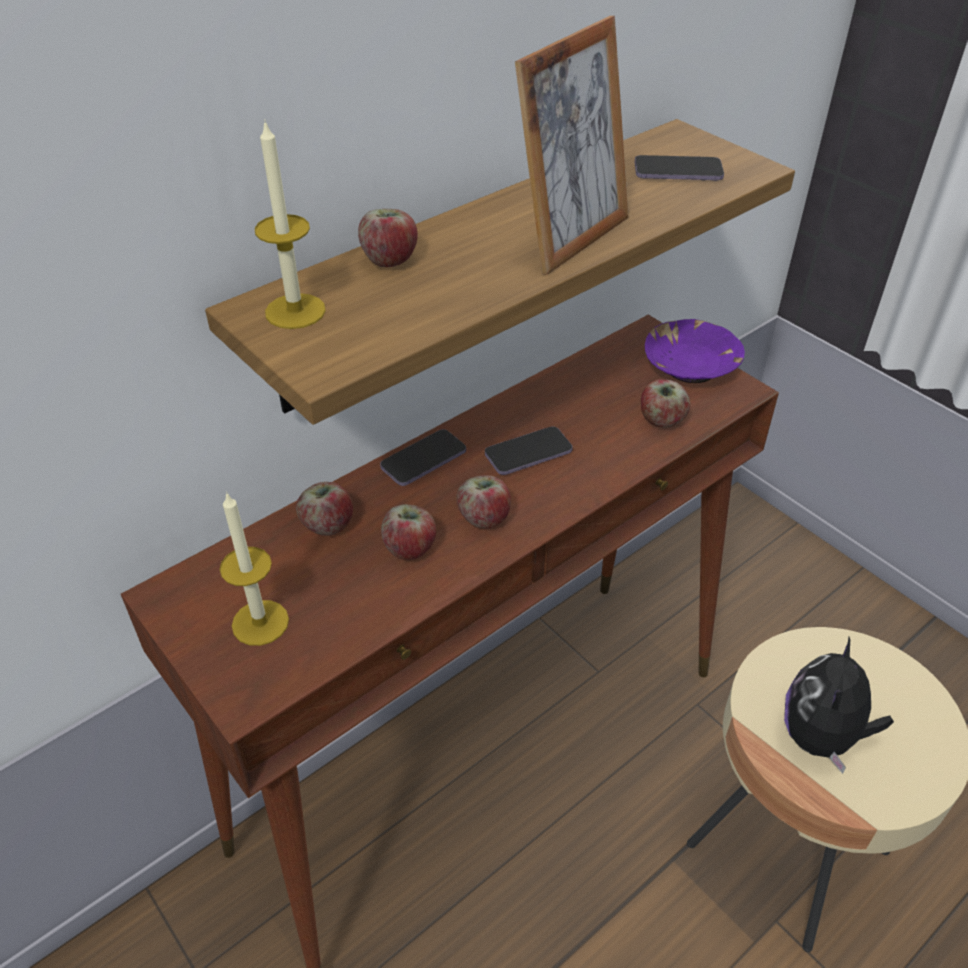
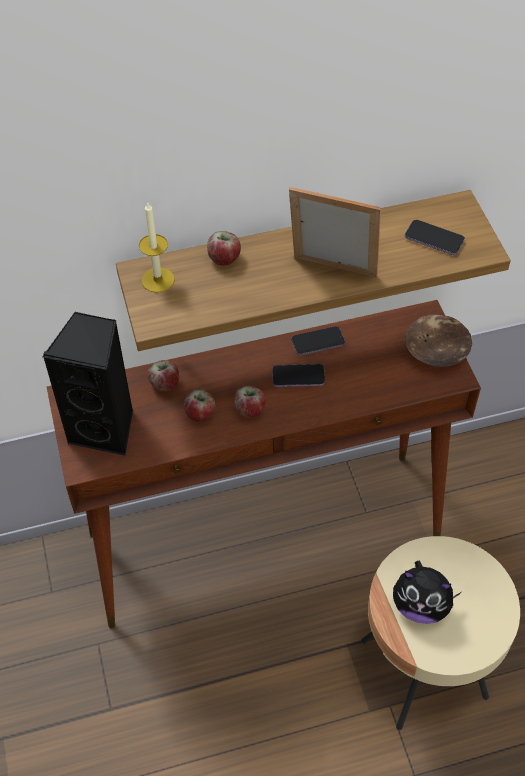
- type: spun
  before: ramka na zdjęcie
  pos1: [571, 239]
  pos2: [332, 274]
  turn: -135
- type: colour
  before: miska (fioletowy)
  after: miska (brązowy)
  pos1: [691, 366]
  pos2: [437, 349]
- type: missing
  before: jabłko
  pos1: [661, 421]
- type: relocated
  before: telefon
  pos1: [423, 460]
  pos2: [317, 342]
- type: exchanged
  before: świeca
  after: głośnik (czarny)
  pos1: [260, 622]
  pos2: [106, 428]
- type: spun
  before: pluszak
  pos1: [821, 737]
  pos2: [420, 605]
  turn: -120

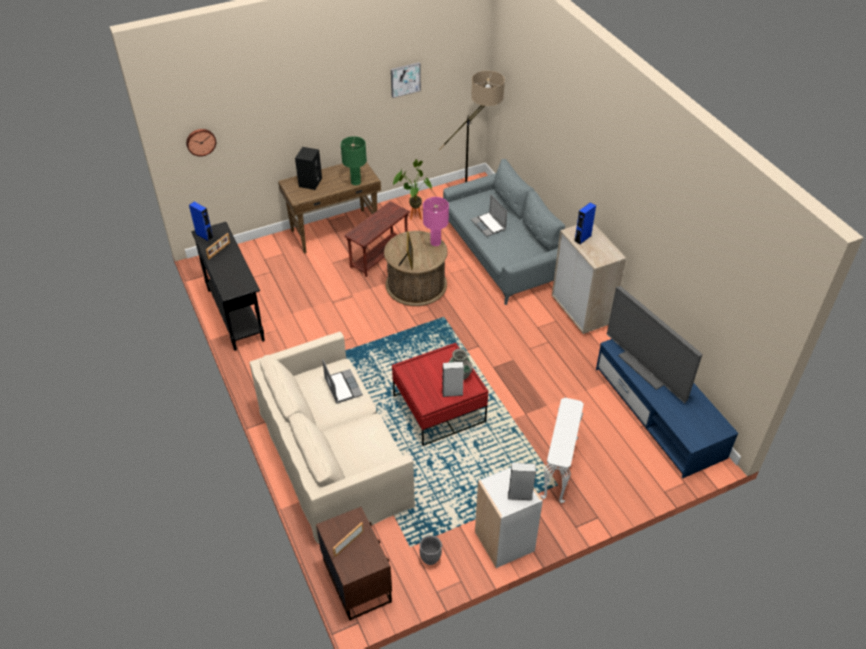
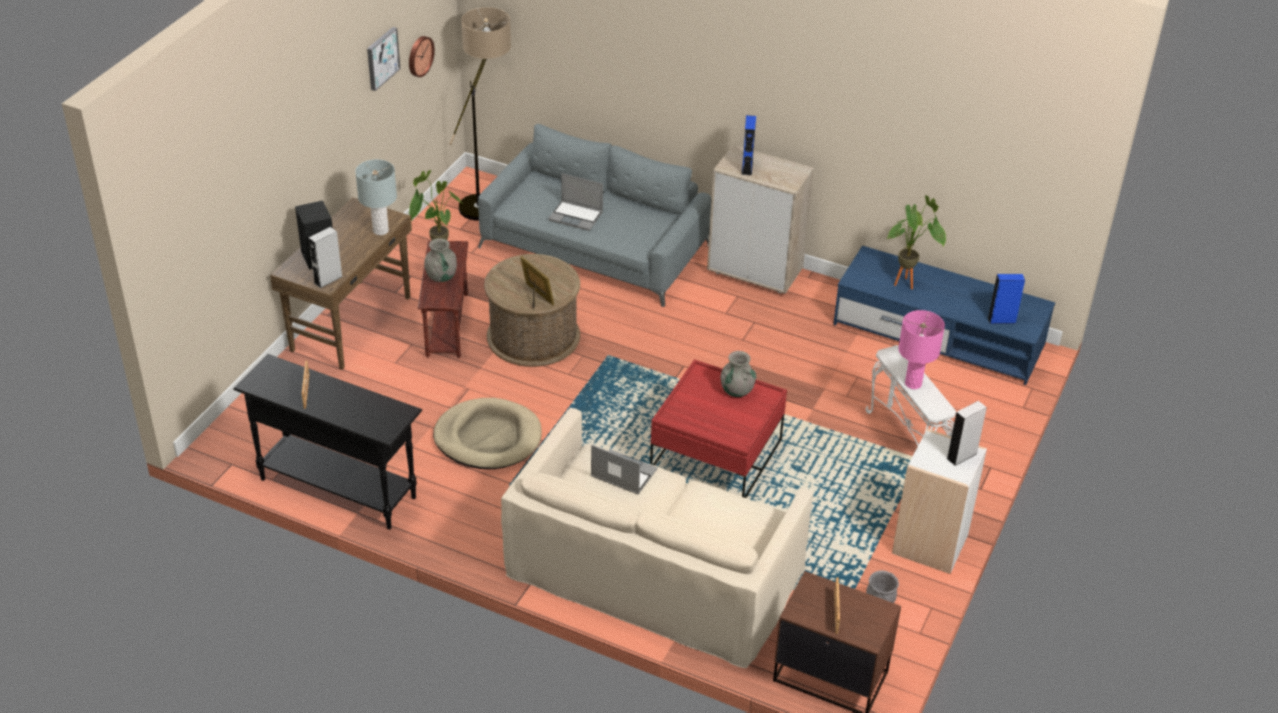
- type: relocated
  before: zegar ścienny
  pos1: [200, 141]
  pos2: [419, 56]
- type: colour
  before: lampa stołowa (zielony)
  after: lampa stołowa (szary)
  pos1: [356, 182]
  pos2: [380, 230]
- type: relocated
  before: lampa stołowa (różowy)
  pos1: [435, 243]
  pos2: [913, 383]
- type: relocated
  before: głośnik (niebieski)
  pos1: [204, 236]
  pos2: [1001, 320]
- type: exchanged
  before: telewizor
  after: roślina doniczkowa
  pos1: [647, 367]
  pos2: [909, 284]
- type: relocated
  before: głośnik (szary)
  pos1: [452, 393]
  pos2: [328, 280]
- type: appeared
  after: wazon (szary)
  pos2: [441, 276]
- type: appeared
  after: legowisko (beżowy)
  pos2: [488, 438]

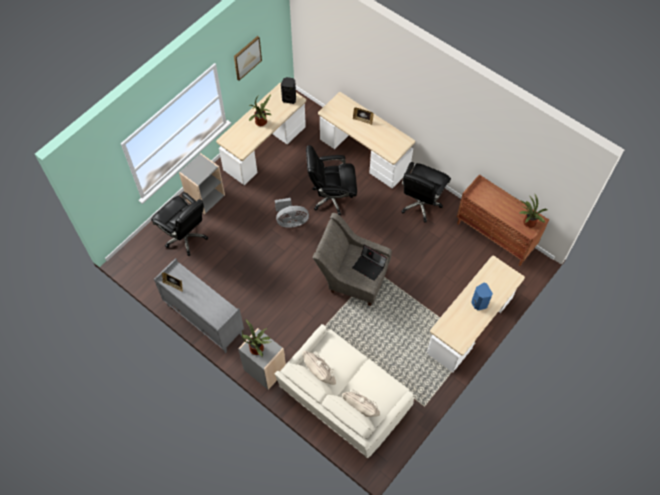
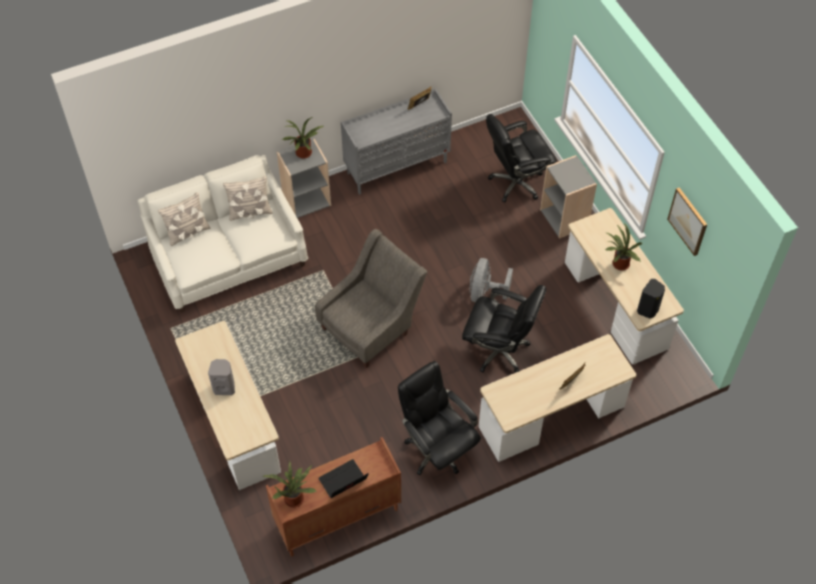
- type: spun
  before: krzesło biurowe (czarny)
  pos1: [332, 198]
  pos2: [498, 350]
  turn: 90
- type: relocated
  before: laptop
  pos1: [369, 266]
  pos2: [343, 482]
- type: colour
  before: głośnik (niebieski)
  after: głośnik (szary)
  pos1: [478, 303]
  pos2: [224, 387]

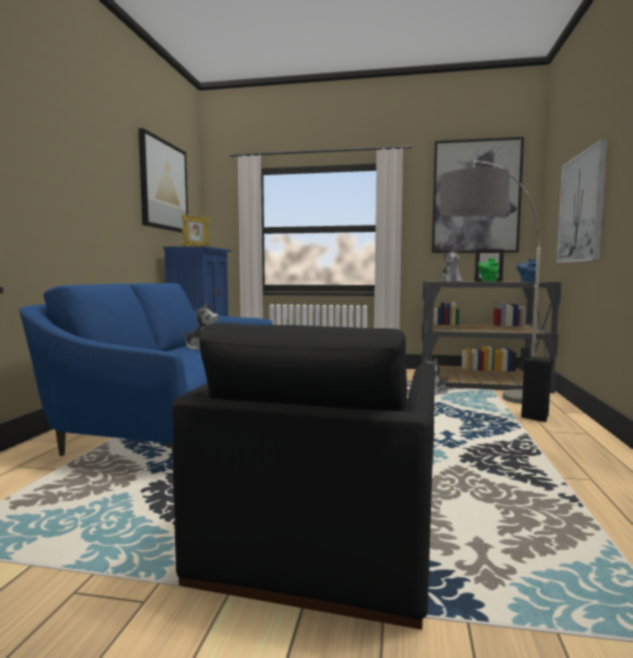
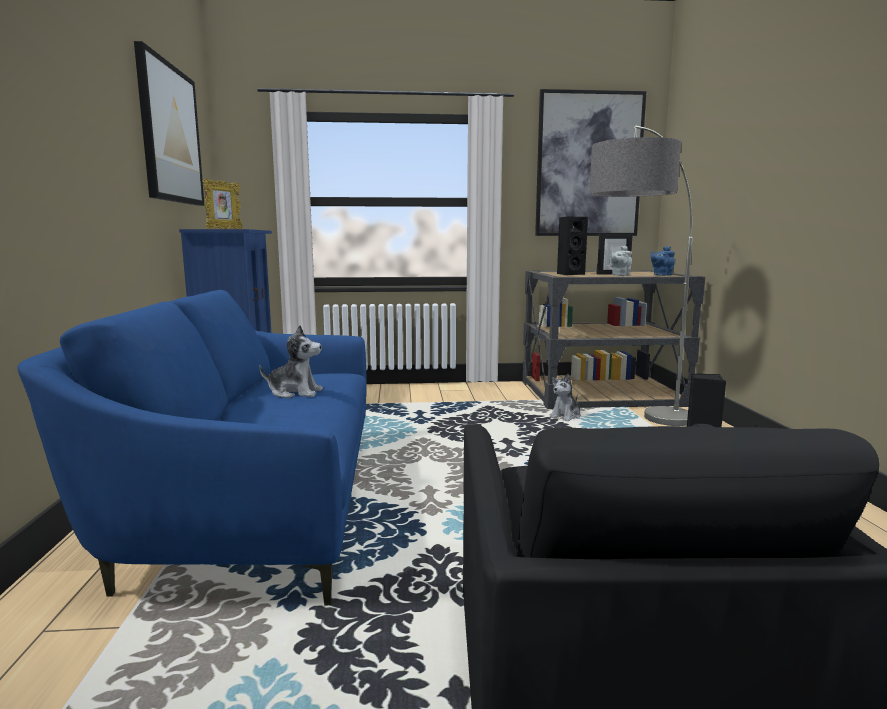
- type: missing
  before: obraz
  pos1: [581, 208]
- type: exchanged
  before: pluszak
  after: głośnik (czarny)
  pos1: [451, 281]
  pos2: [569, 274]
- type: colour
  before: imbryk (zielony)
  after: imbryk (szary)
  pos1: [488, 281]
  pos2: [619, 275]

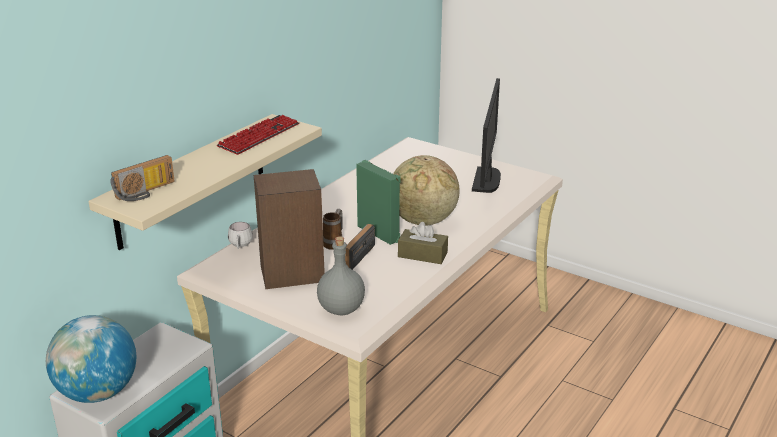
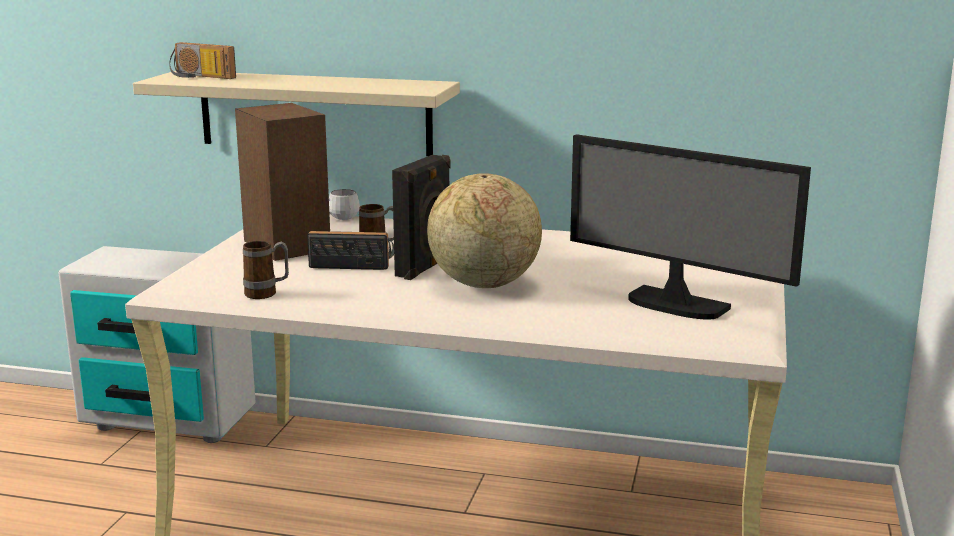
- type: spun
  before: monitor
  pos1: [487, 180]
  pos2: [675, 305]
  turn: 45
- type: missing
  before: klawiatura
  pos1: [259, 136]
- type: colour
  before: głośnik (zielony)
  after: głośnik (czarny)
  pos1: [379, 233]
  pos2: [425, 268]
- type: missing
  before: pudełko chusteczek (brązowy)
  pos1: [422, 255]
- type: missing
  before: butelka (szary)
  pos1: [342, 309]
- type: missing
  before: globus
  pos1: [98, 393]
- type: appeared
  after: kubek
  pos2: [267, 294]

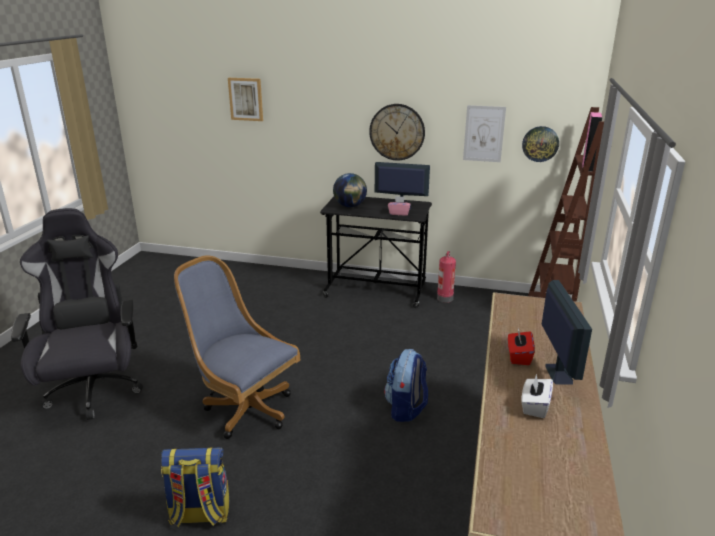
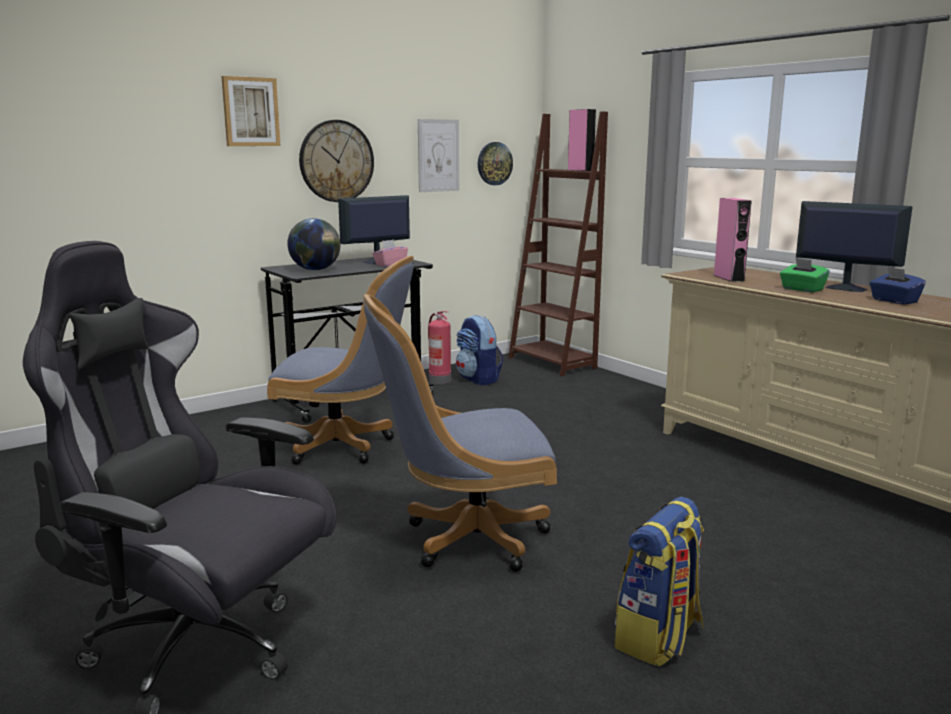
- type: relocated
  before: obraz
  pos1: [246, 99]
  pos2: [250, 112]
- type: colour
  before: pudełko chusteczek (czerwony)
  after: pudełko chusteczek (zielony)
  pos1: [518, 356]
  pos2: [802, 289]
- type: relocated
  before: plecak
  pos1: [406, 409]
  pos2: [478, 379]
- type: colour
  before: pudełko chusteczek (biały)
  after: pudełko chusteczek (niebieski)
  pos1: [534, 406]
  pos2: [894, 301]
- type: appeared
  after: głośnik (różowy)
  pos2: [728, 278]
- type: appeared
  after: krzesło biurowe (niebieski)
  pos2: [347, 447]

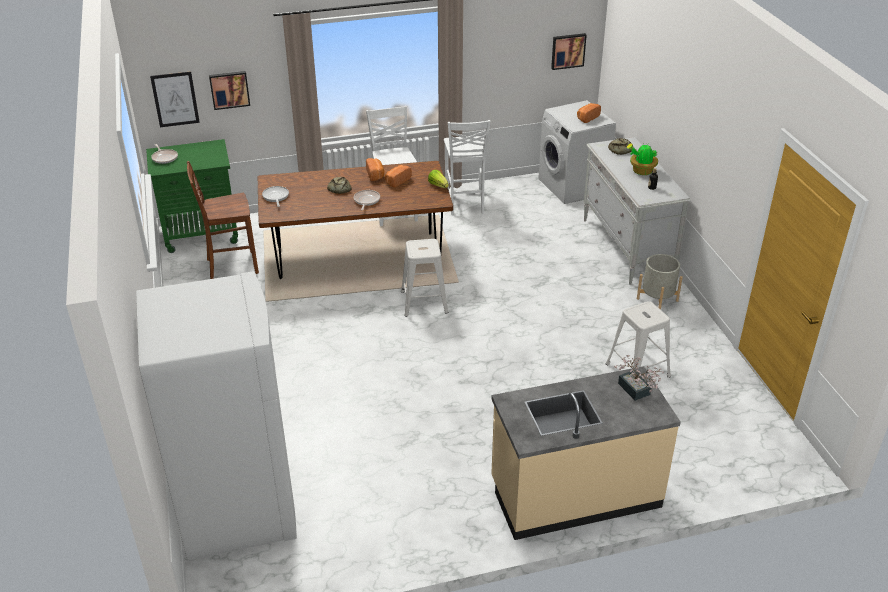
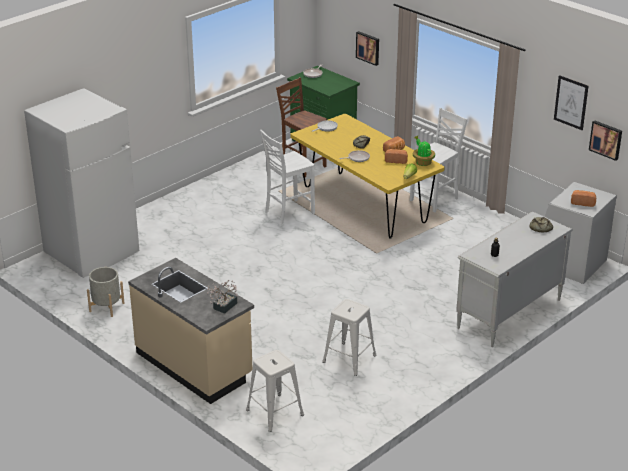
- type: relocated
  before: obraz
  pos1: [175, 99]
  pos2: [571, 102]
- type: relocated
  before: krzesło (biały)
  pos1: [465, 203]
  pos2: [288, 212]
- type: relocated
  before: roślina doniczkowa
  pos1: [641, 171]
  pos2: [422, 162]
- type: colour
  before: stół jadalny (brązowy)
  after: stół jadalny (żółty)
  pos1: [357, 256]
  pos2: [363, 204]
- type: relocated
  before: stołek (biały)
  pos1: [424, 302]
  pos2: [274, 412]
- type: relocated
  before: donica (szary)
  pos1: [657, 300]
  pos2: [107, 307]

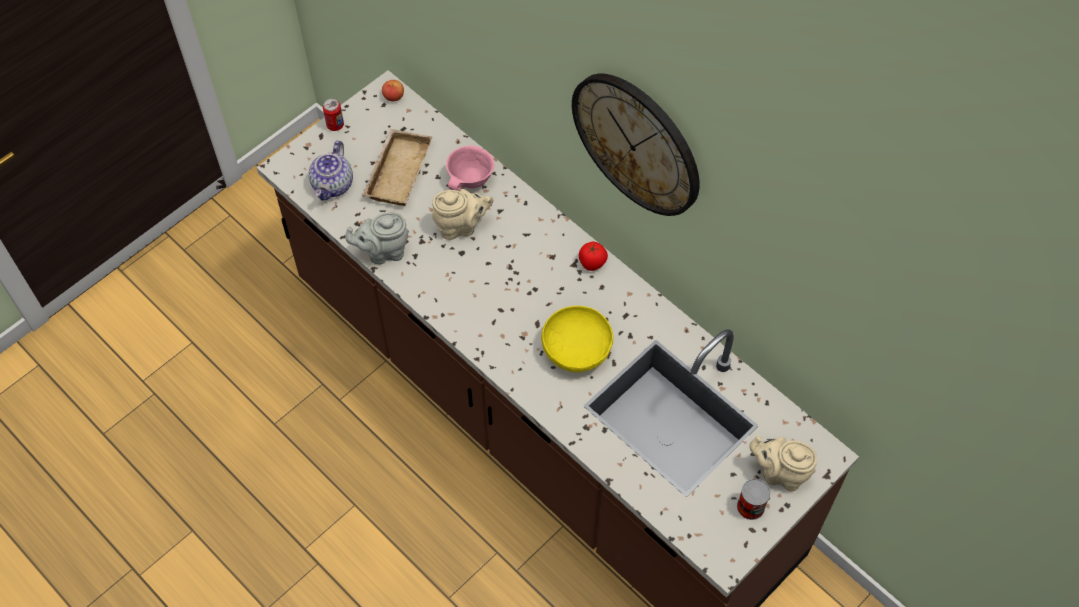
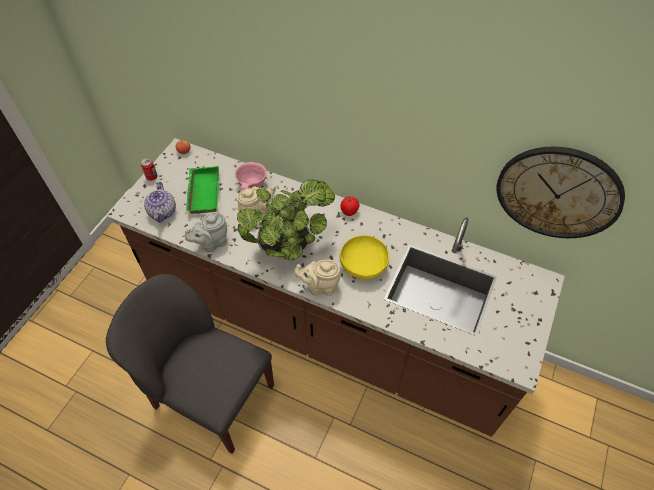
- type: relocated
  before: zegar ścienny
  pos1: [637, 143]
  pos2: [558, 193]
- type: colour
  before: taca (beżowy)
  after: taca (zielony)
  pos1: [397, 170]
  pos2: [202, 192]
- type: relocated
  before: imbryk (beżowy)
  pos1: [780, 473]
  pos2: [320, 286]
- type: missing
  before: puszka
  pos1: [750, 506]
- type: appeared
  after: roślina doniczkowa
  pos2: [289, 246]
- type: appeared
  after: krzesło (szary)
  pos2: [212, 395]

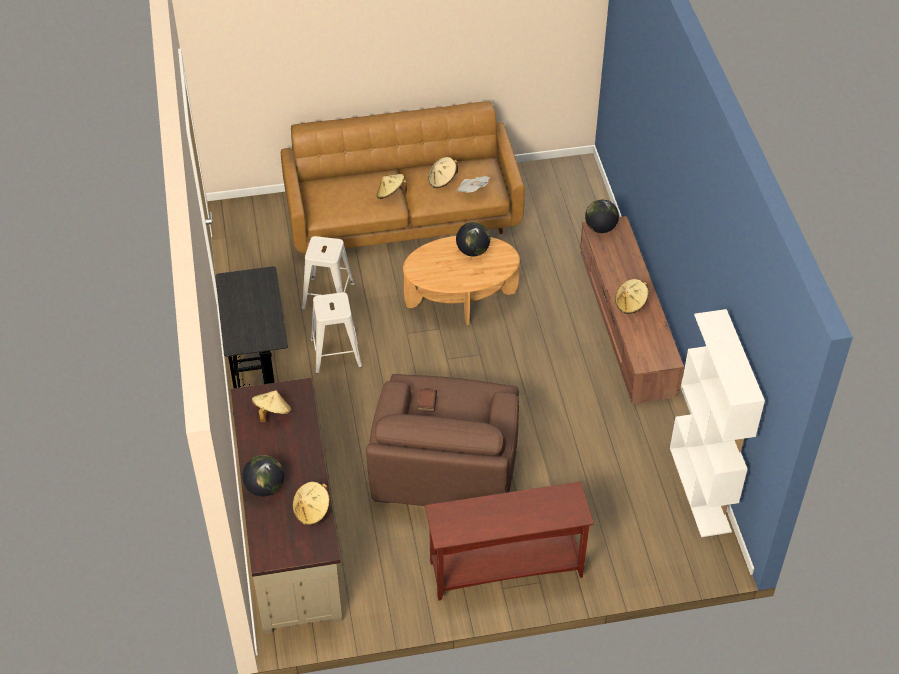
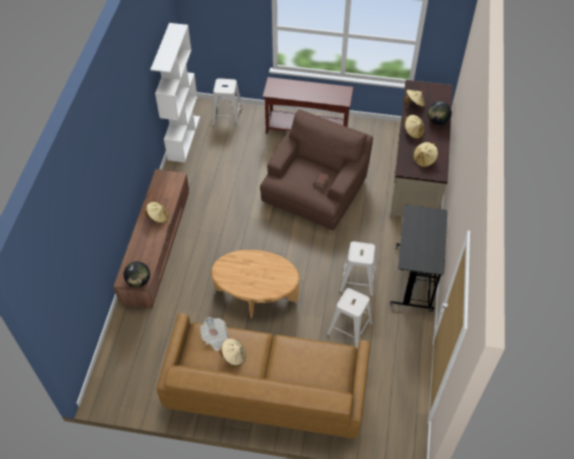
- type: relocated
  before: kapelusz (beżowy)
  pos1: [391, 194]
  pos2: [413, 132]
- type: missing
  before: globus
  pos1: [472, 251]
- type: appeared
  after: stołek (biały)
  pos2: [227, 117]

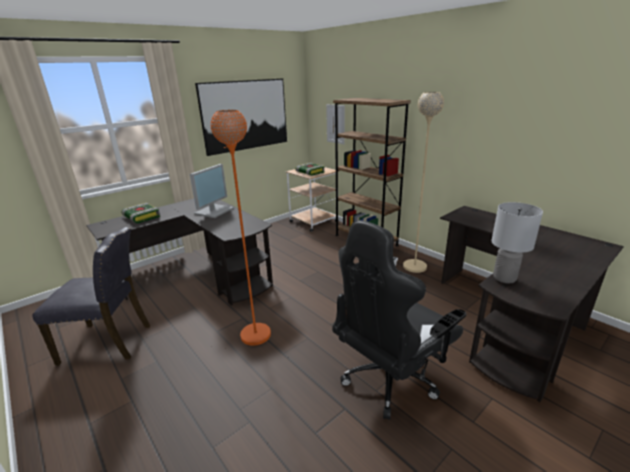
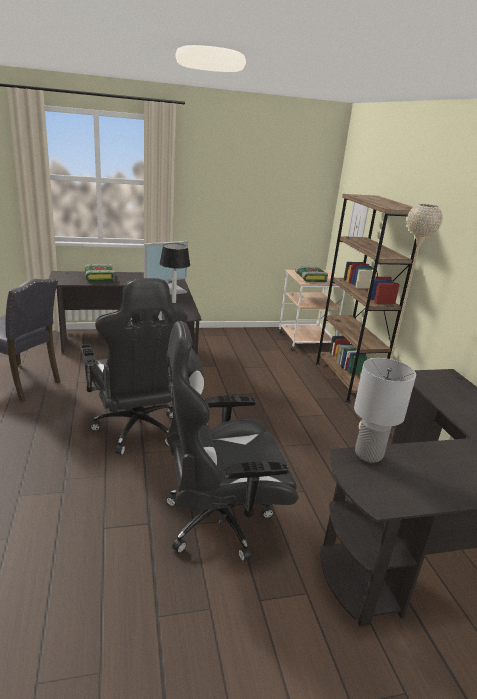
- type: missing
  before: obraz
  pos1: [245, 115]
- type: exchanged
  before: lampa stojąca (pomarańczowy)
  after: krzesło biurowe (czarny)
  pos1: [255, 335]
  pos2: [135, 426]
- type: appeared
  after: lampa stołowa
  pos2: [173, 302]

